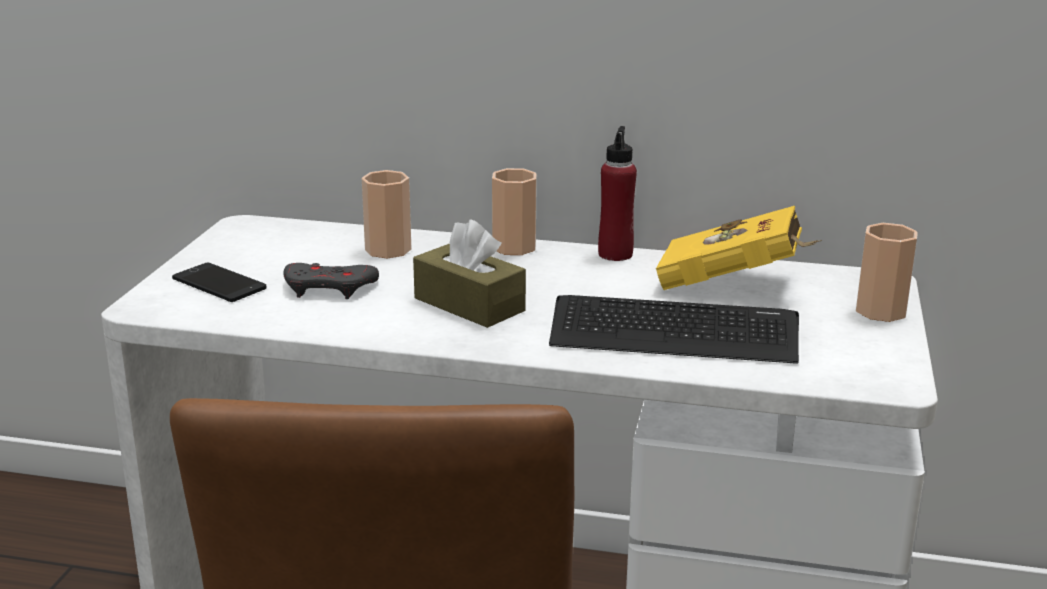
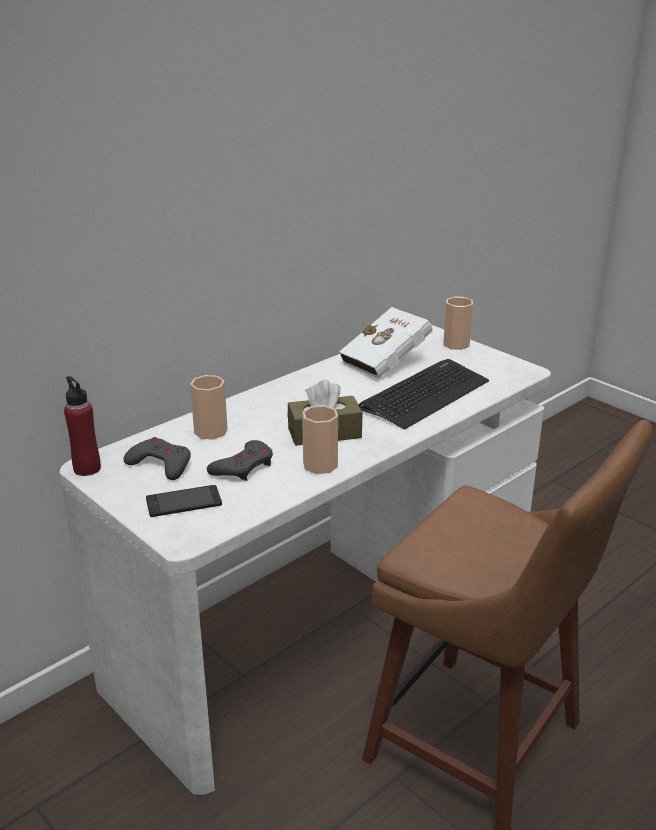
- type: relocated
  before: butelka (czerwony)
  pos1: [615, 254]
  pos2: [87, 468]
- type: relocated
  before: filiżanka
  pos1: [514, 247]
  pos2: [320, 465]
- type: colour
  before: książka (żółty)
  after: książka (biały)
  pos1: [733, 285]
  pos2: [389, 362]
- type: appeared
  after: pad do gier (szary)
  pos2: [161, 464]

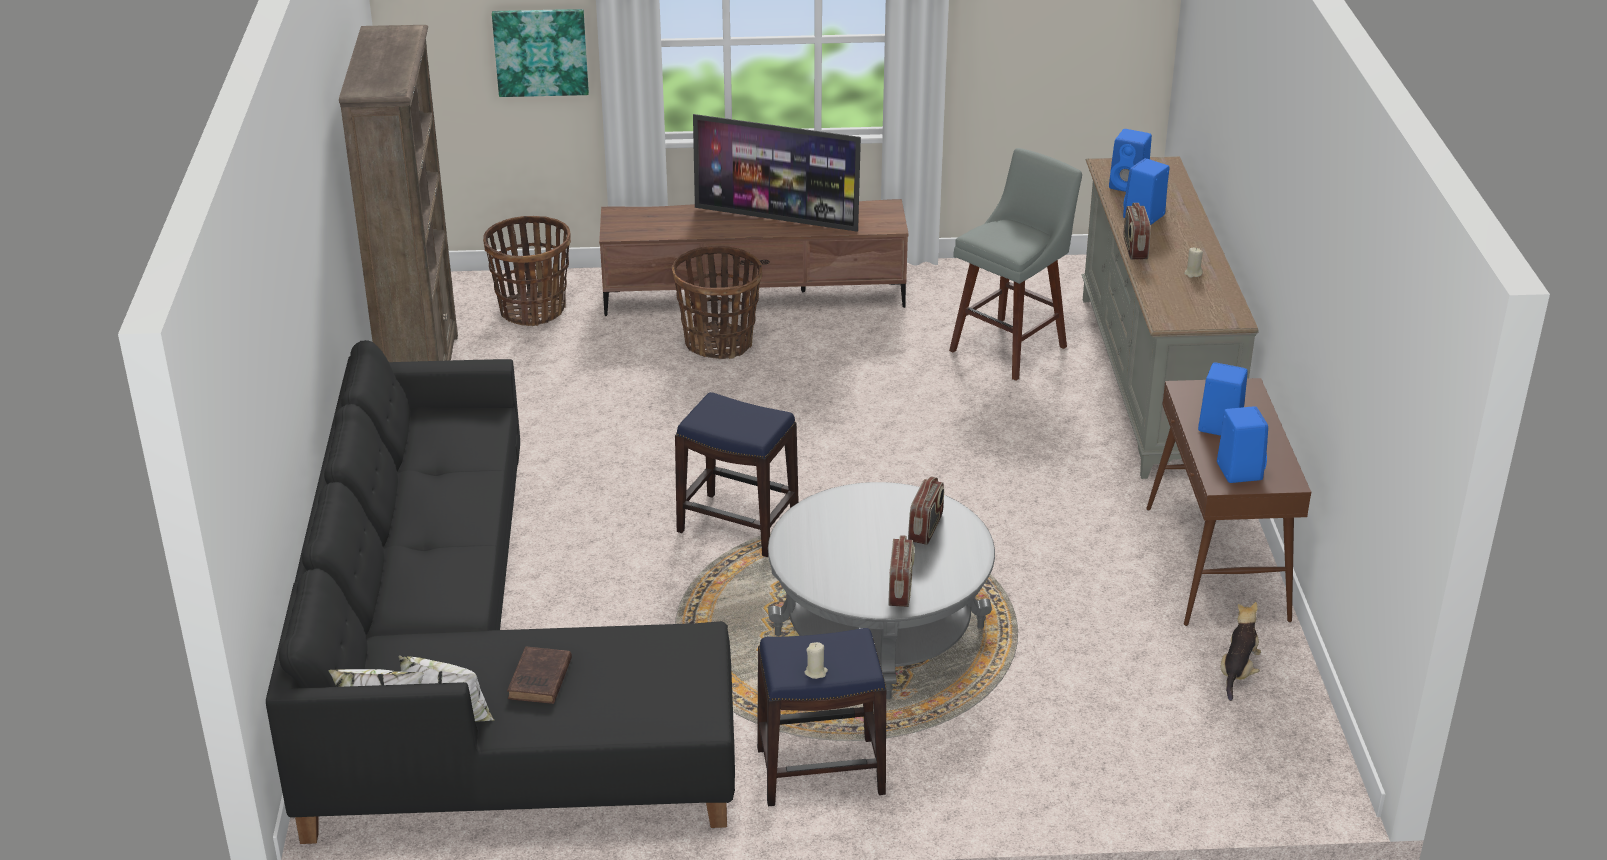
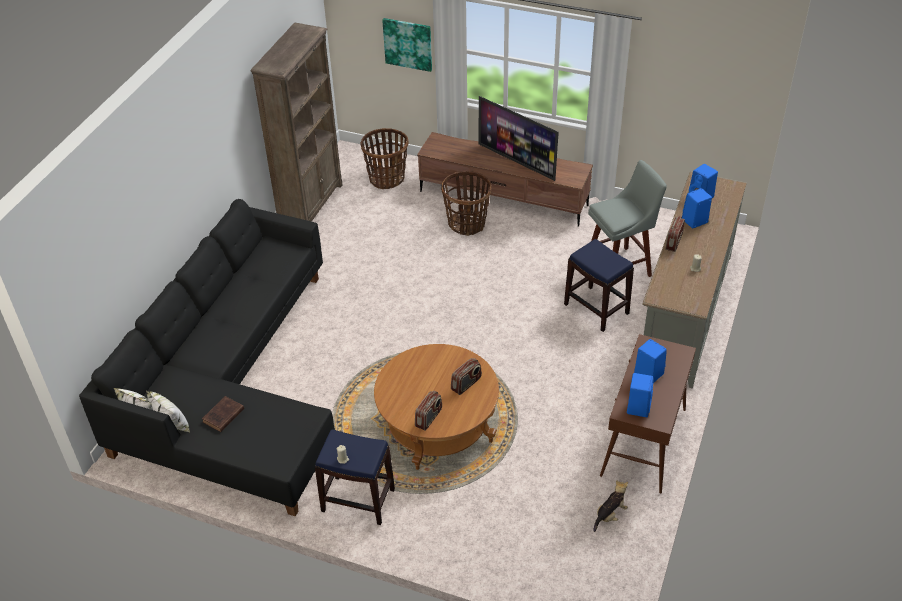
- type: relocated
  before: stołek
  pos1: [738, 525]
  pos2: [596, 309]
- type: colour
  before: ława (szary)
  after: ława (brązowy)
  pos1: [878, 631]
  pos2: [438, 427]

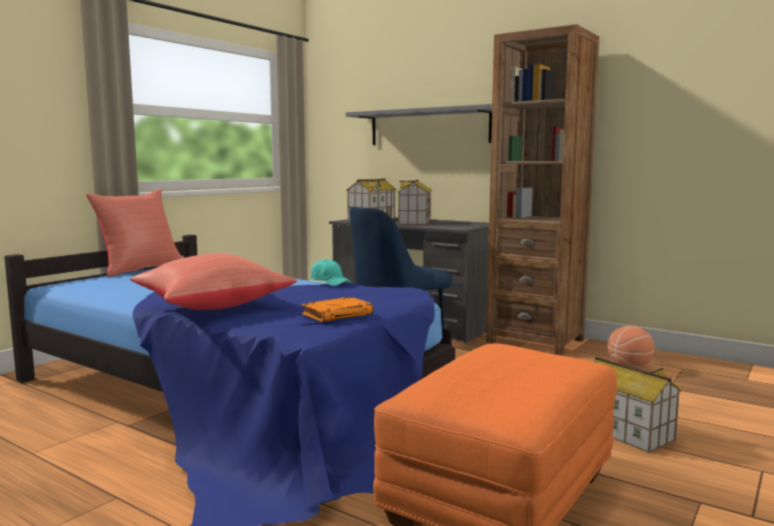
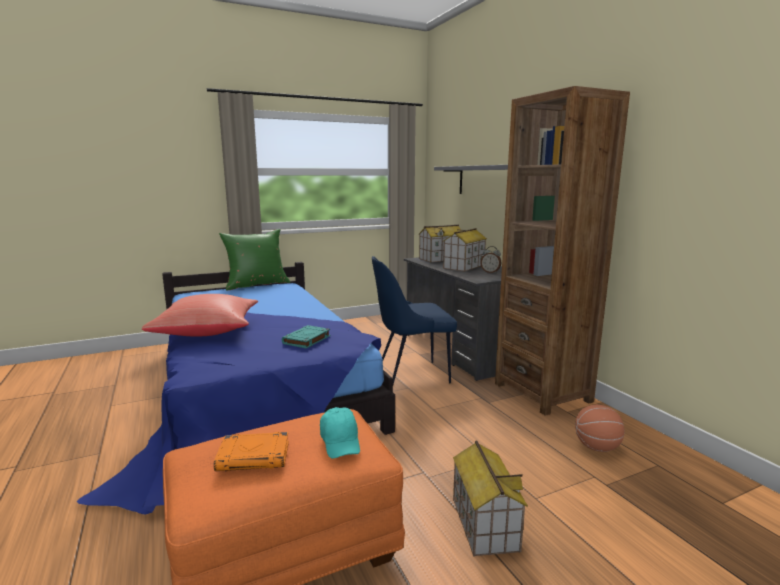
- type: colour
  before: poduszka (czerwony)
  after: poduszka (zielony)
  pos1: [140, 269]
  pos2: [256, 285]
- type: relocated
  before: czapka z daszkiem (turkusowy)
  pos1: [330, 282]
  pos2: [340, 442]
- type: relocated
  before: książka (pomarańczowy)
  pos1: [338, 314]
  pos2: [254, 456]
- type: appeared
  after: budzik
  pos2: [490, 272]
- type: appeared
  after: książka (turkusowy)
  pos2: [306, 340]

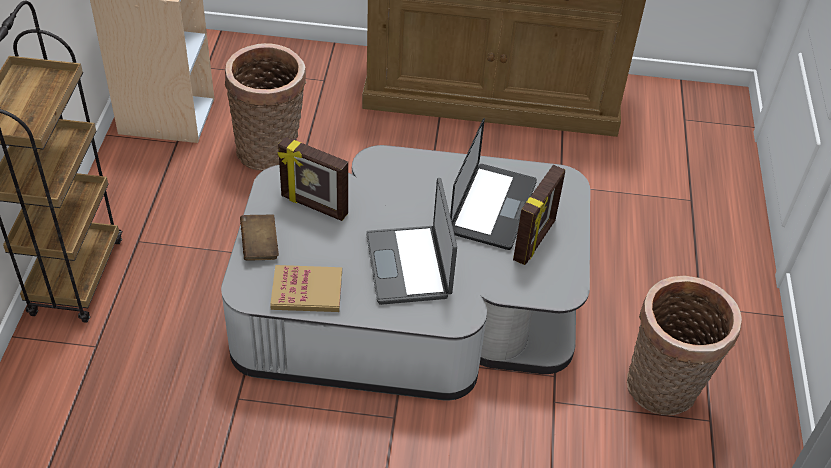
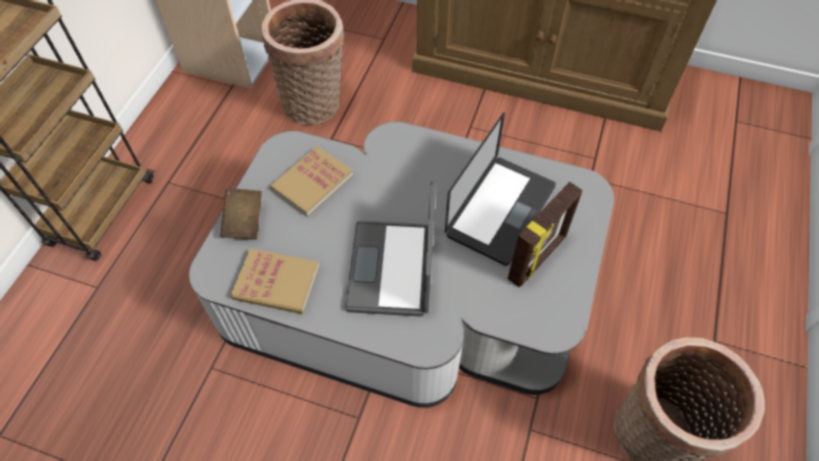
- type: exchanged
  before: ramka na zdjęcie
  after: książka
  pos1: [314, 206]
  pos2: [312, 183]

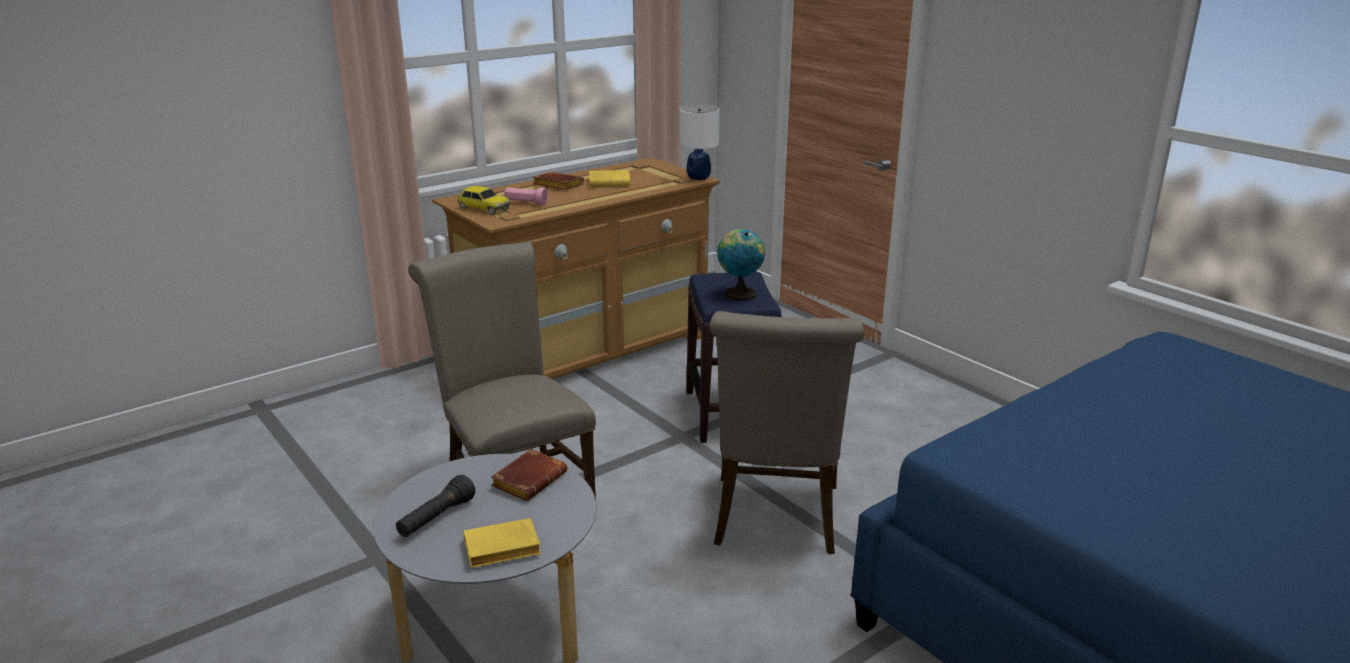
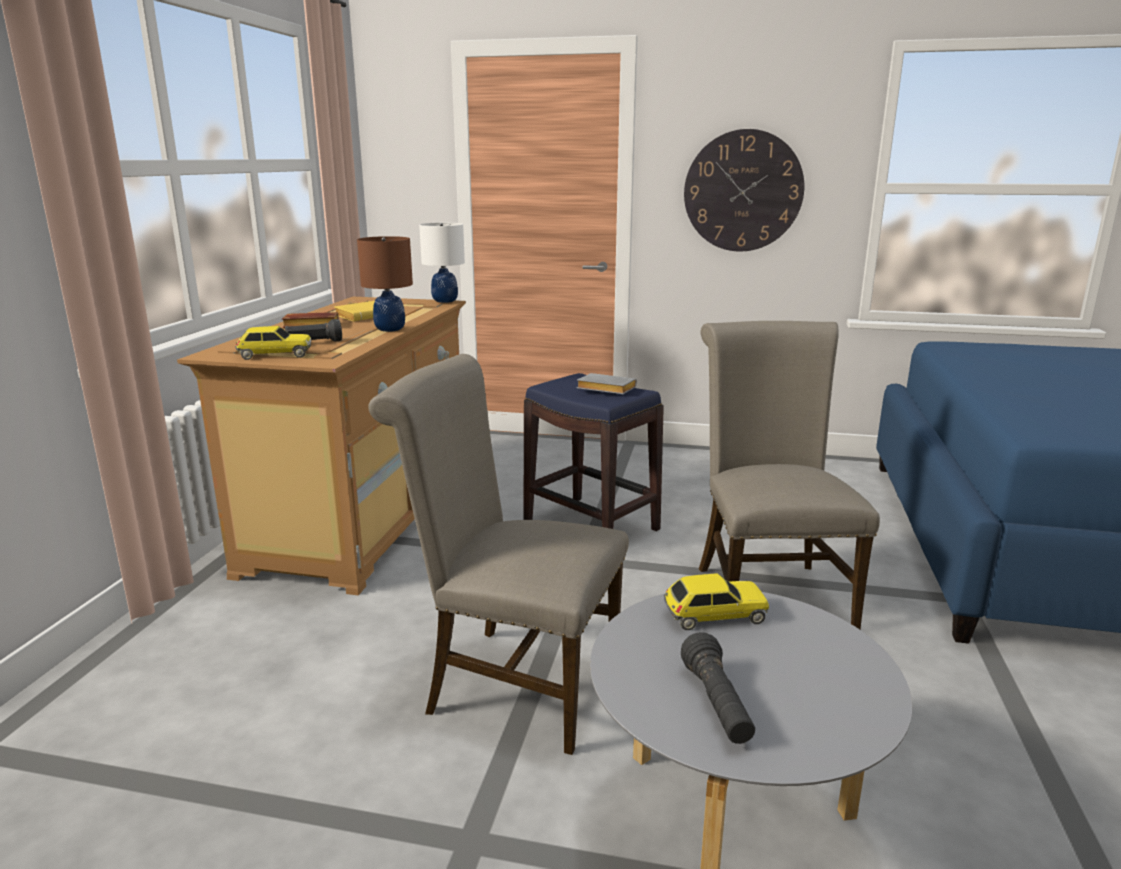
- type: colour
  before: latarka (różowy)
  after: latarka (czarny)
  pos1: [525, 203]
  pos2: [314, 343]
- type: exchanged
  before: globus
  after: książka (szary)
  pos1: [739, 293]
  pos2: [604, 389]
- type: spun
  before: krzesło (beżowy)
  pos1: [776, 520]
  pos2: [768, 592]
  turn: -150
- type: exchanged
  before: książka (brązowy)
  after: samochodzik
  pos1: [529, 479]
  pos2: [714, 615]
- type: missing
  before: książka (żółty)
  pos1: [500, 550]
- type: appeared
  after: zegar ścienny
  pos2: [743, 191]
- type: appeared
  after: lampa stołowa (brązowy)
  pos2: [390, 330]

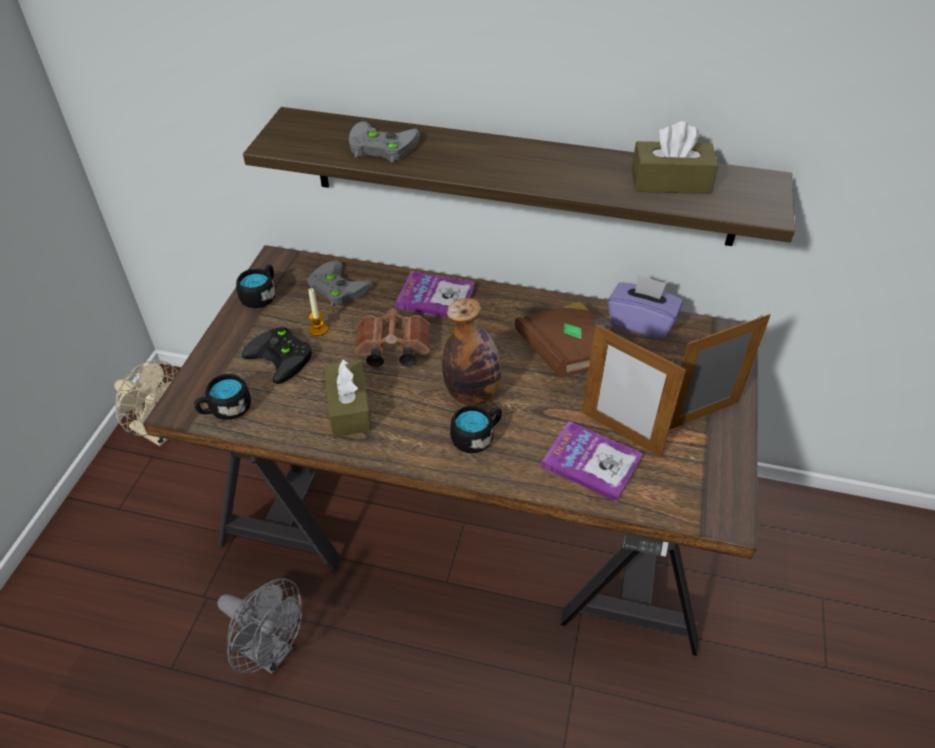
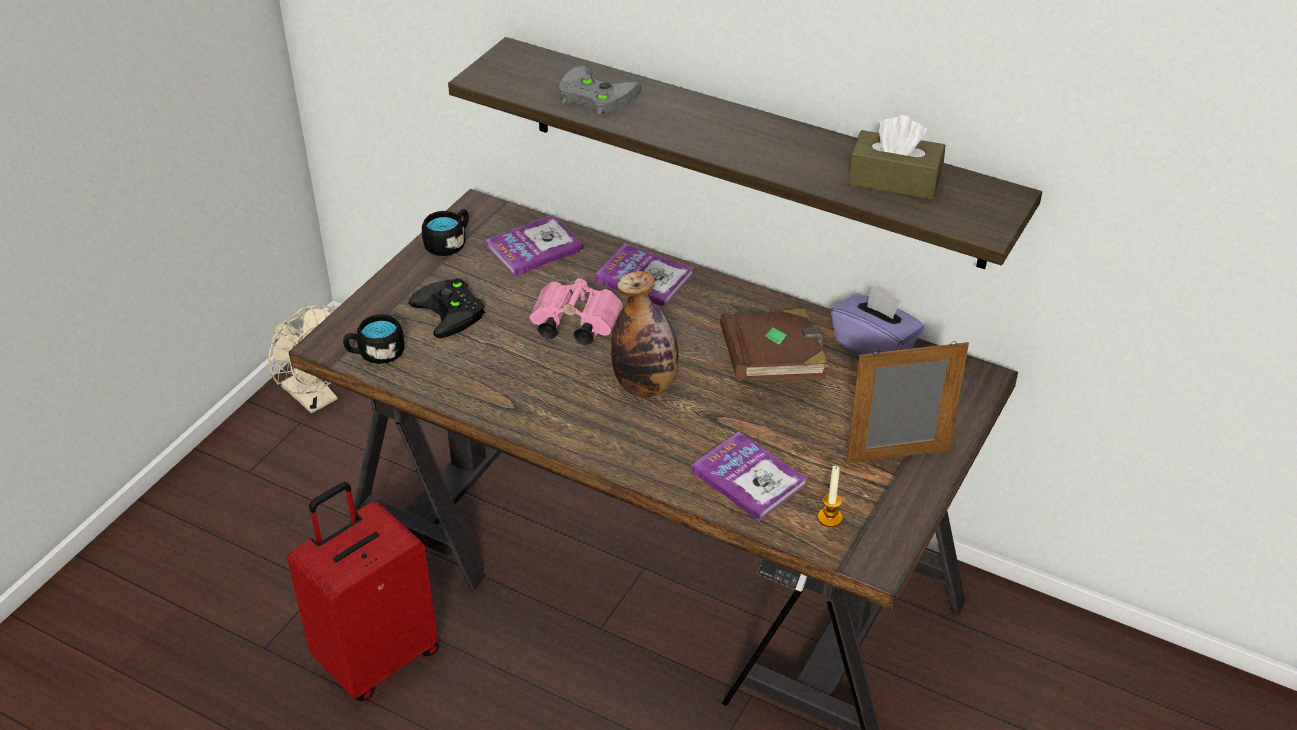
- type: exchanged
  before: pad do gier (szary)
  after: książka
  pos1: [335, 287]
  pos2: [534, 248]
- type: relocated
  before: świeca
  pos1: [318, 329]
  pos2: [830, 518]
- type: colour
  before: lornetka (brązowy)
  after: lornetka (różowy)
  pos1: [391, 350]
  pos2: [572, 325]
- type: missing
  before: ramka na zdjęcie
  pos1: [620, 433]
- type: missing
  before: pudełko chusteczek (brązowy)
  pos1: [349, 407]
- type: missing
  before: kubek (czarny)
  pos1: [477, 437]
- type: exchanged
  before: wentylator (szary)
  after: walizka (czerwony)
  pos1: [271, 652]
  pos2: [376, 657]

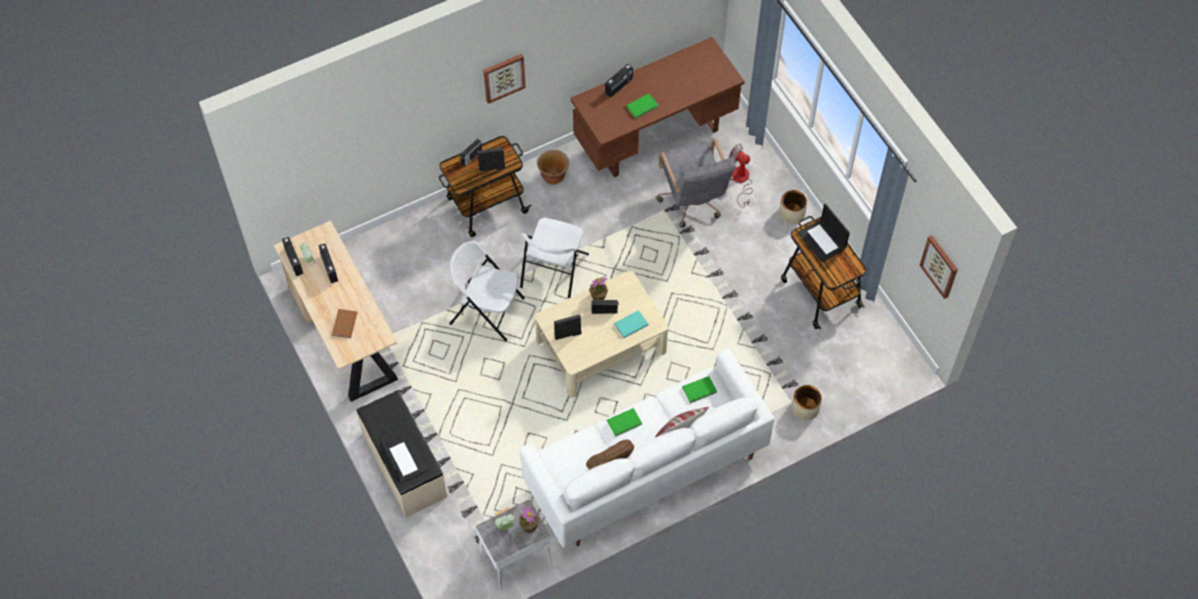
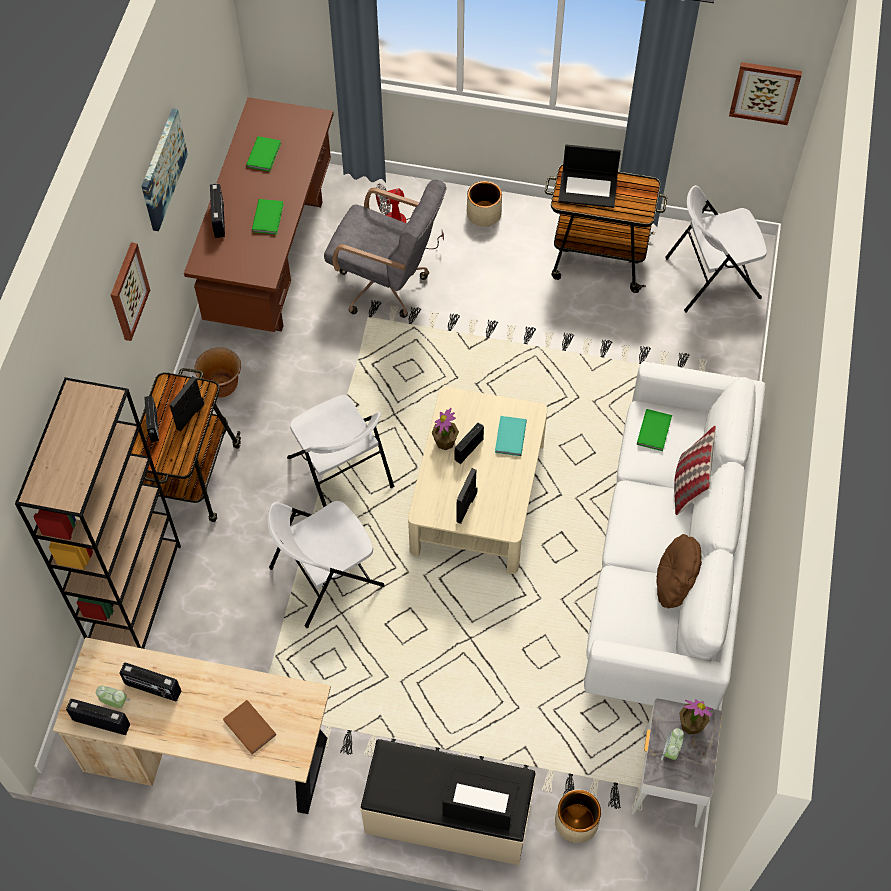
- type: relocated
  before: donica (beżowy)
  pos1: [805, 408]
  pos2: [576, 822]
- type: relocated
  before: książka (zielony)
  pos1: [625, 423]
  pos2: [265, 155]
- type: appeared
  after: obraz
  pos2: [162, 169]
- type: appeared
  after: krzesło (biały)
  pos2: [712, 277]
- type: appeared
  after: regał (beżowy)
  pos2: [135, 595]

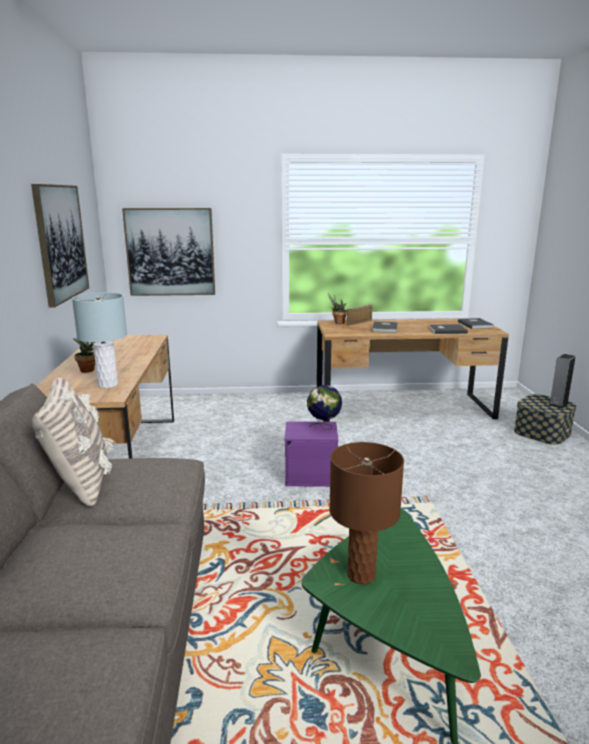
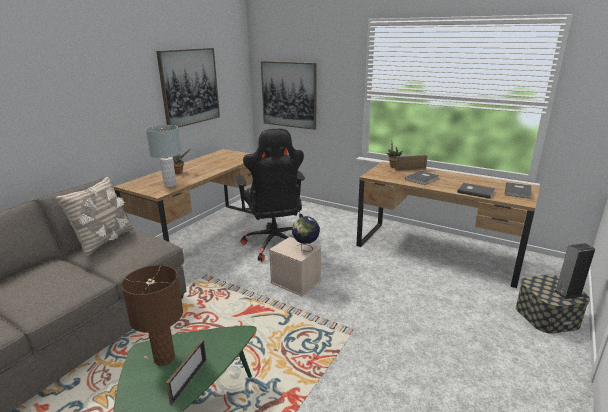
- type: colour
  before: pojemnik do przechowywania (fioletowy)
  after: pojemnik do przechowywania (beżowy)
  pos1: [311, 475]
  pos2: [296, 281]
- type: appeared
  after: krzesło biurowe (czarny)
  pos2: [273, 242]
- type: appeared
  after: ramka na zdjęcie
  pos2: [189, 381]

